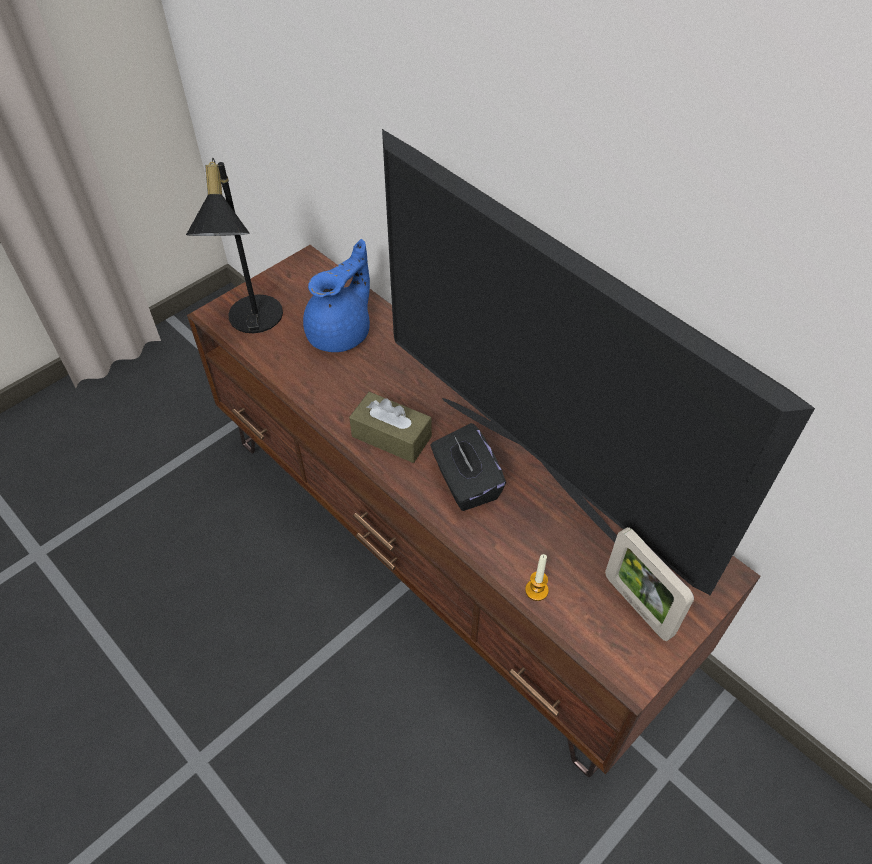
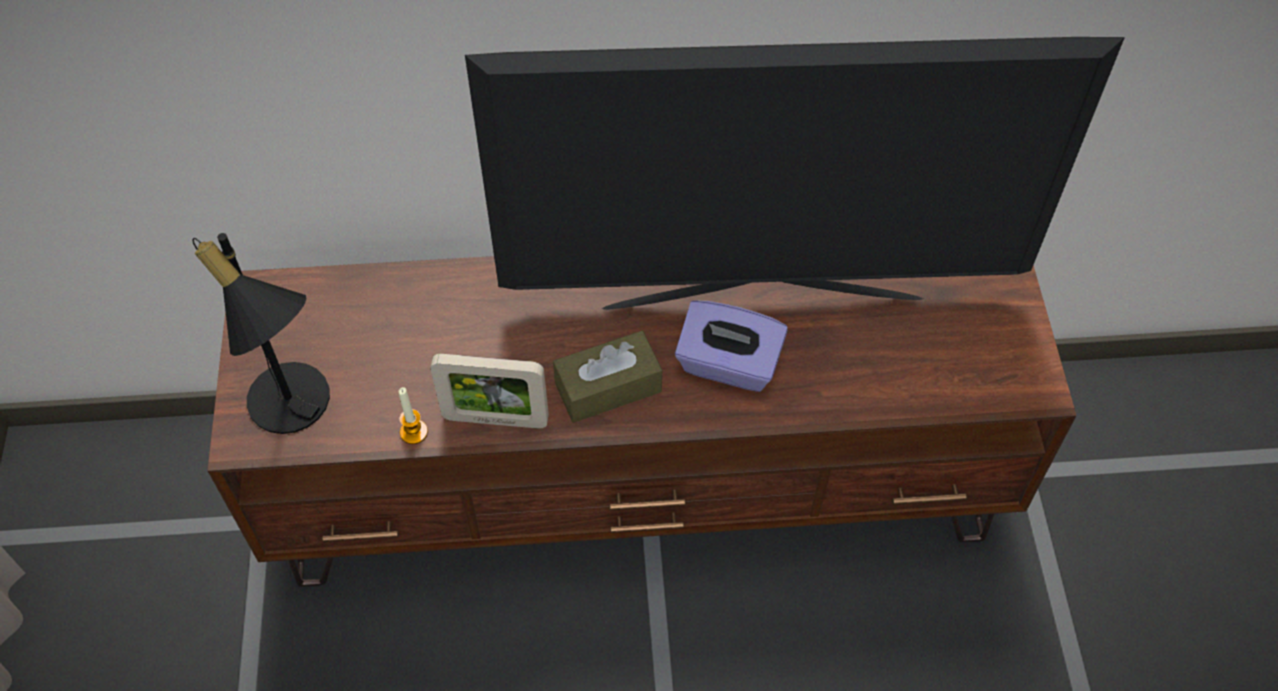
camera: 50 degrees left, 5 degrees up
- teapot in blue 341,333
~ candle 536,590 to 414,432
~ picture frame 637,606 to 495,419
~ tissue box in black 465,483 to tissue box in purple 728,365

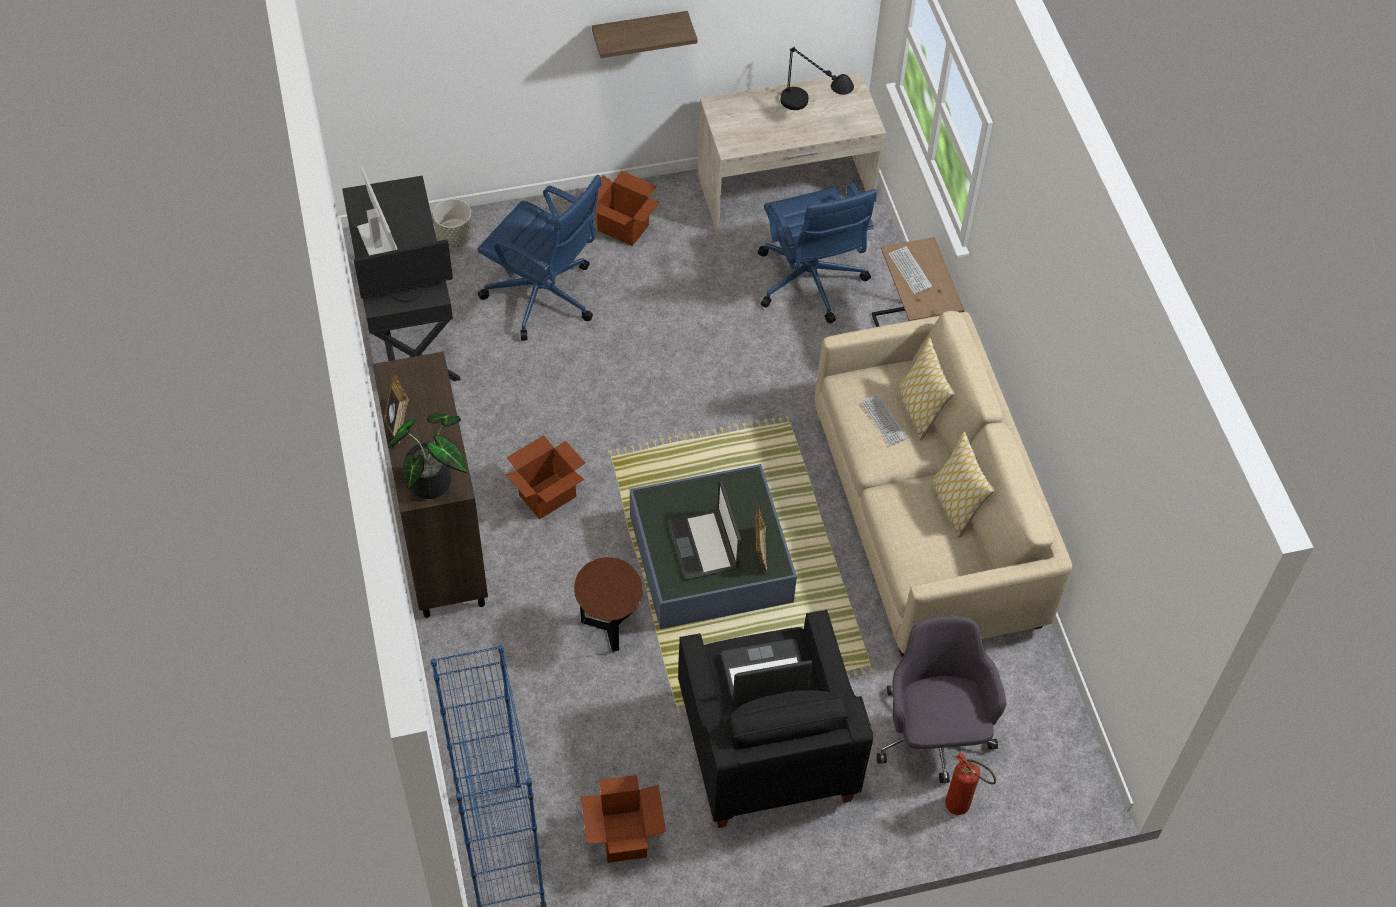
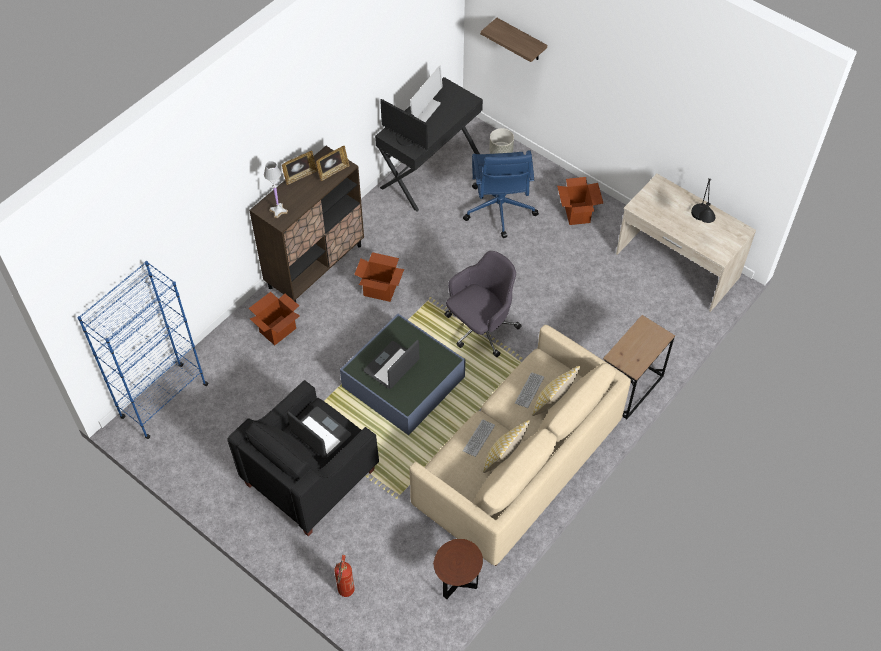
camera: 55 degrees right, 0 degrees up
- office chair in blue 810,283
~ side table in brown 609,628 to 457,584
~ cardboard box 623,836 to 278,330
~ shelf 639,32 to 521,40
~ picture frame 760,550 to 333,171
~ office chair in grey 933,735 to 480,328
~ keyboard 910,271 to 478,438
~ potted plant 435,480 to table lamp in white 278,210

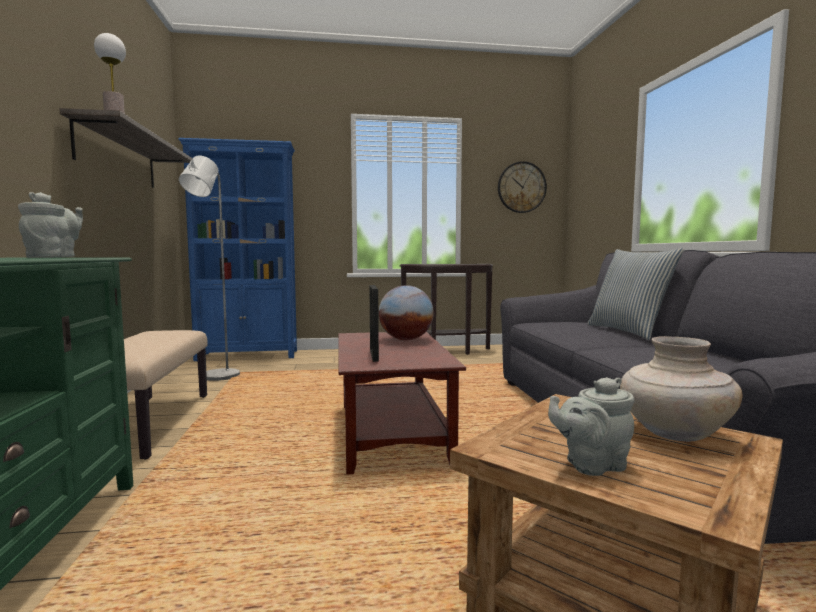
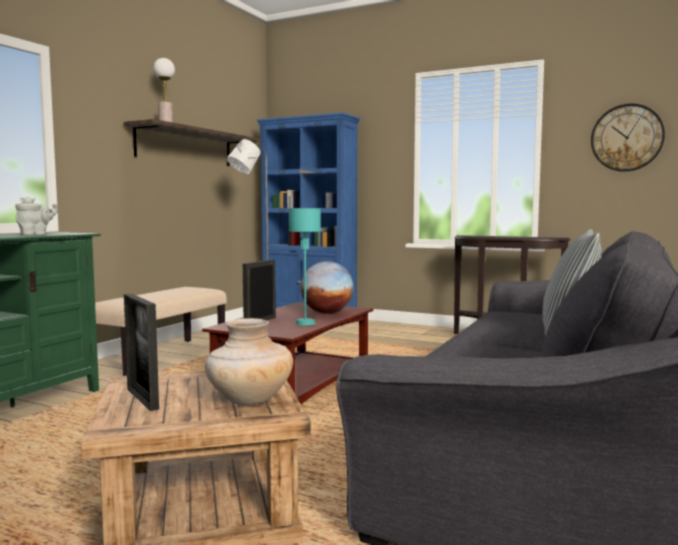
camera: 35 degrees right, 0 degrees up
+ table lamp in turquoise 305,323
~ teapot in grey 591,465 to picture frame 142,398

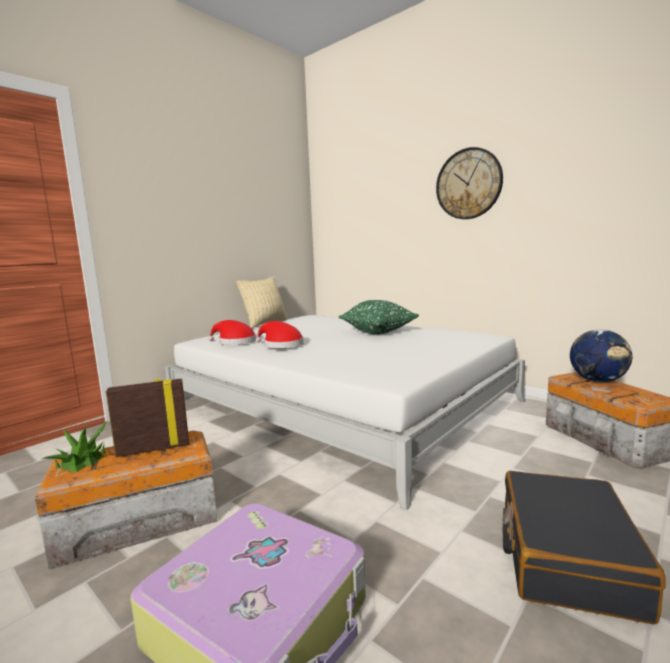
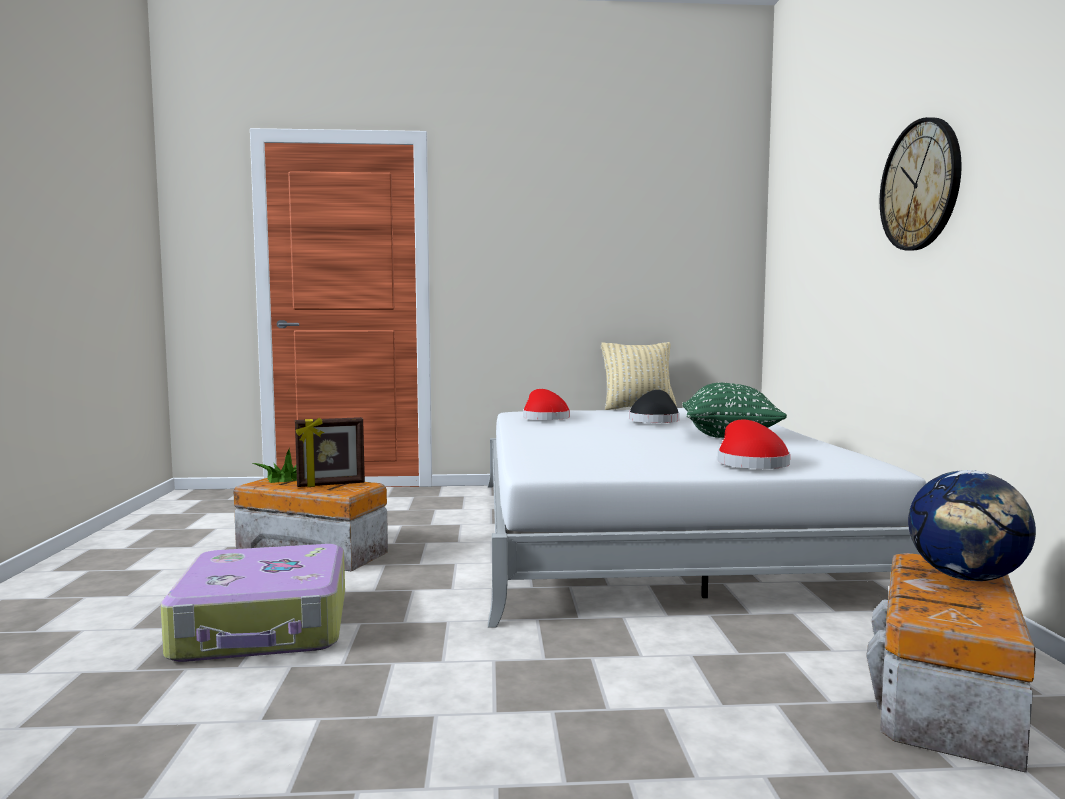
camera: 45 degrees right, 5 degrees down
- suitcase in black 565,556
+ hat in black 654,421
~ hat in red 281,345 to 749,463
~ picture frame 154,449 = 331,485 135 degrees clockwise

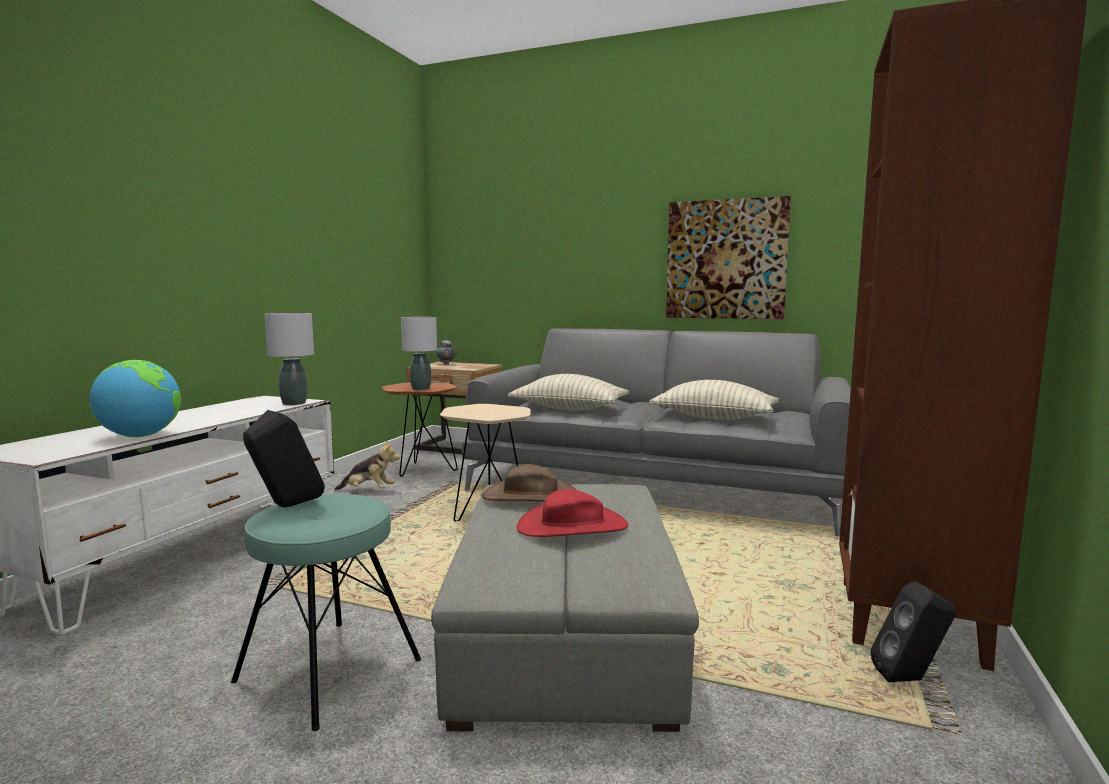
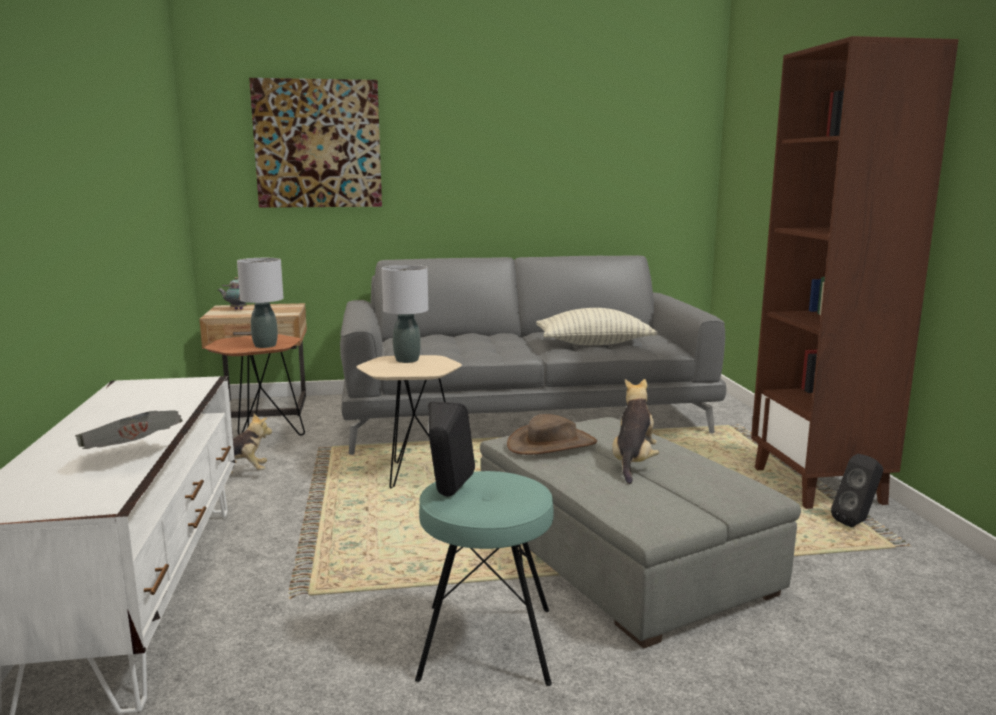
camera: 30 degrees left, 5 degrees up
- pillow 569,409
~ table lamp in grey 294,403 to 407,360
~ picture 725,259 to 318,144
~ globe 140,436 to newspaper 133,456
~ hat in red 572,526 to plush toy 633,463

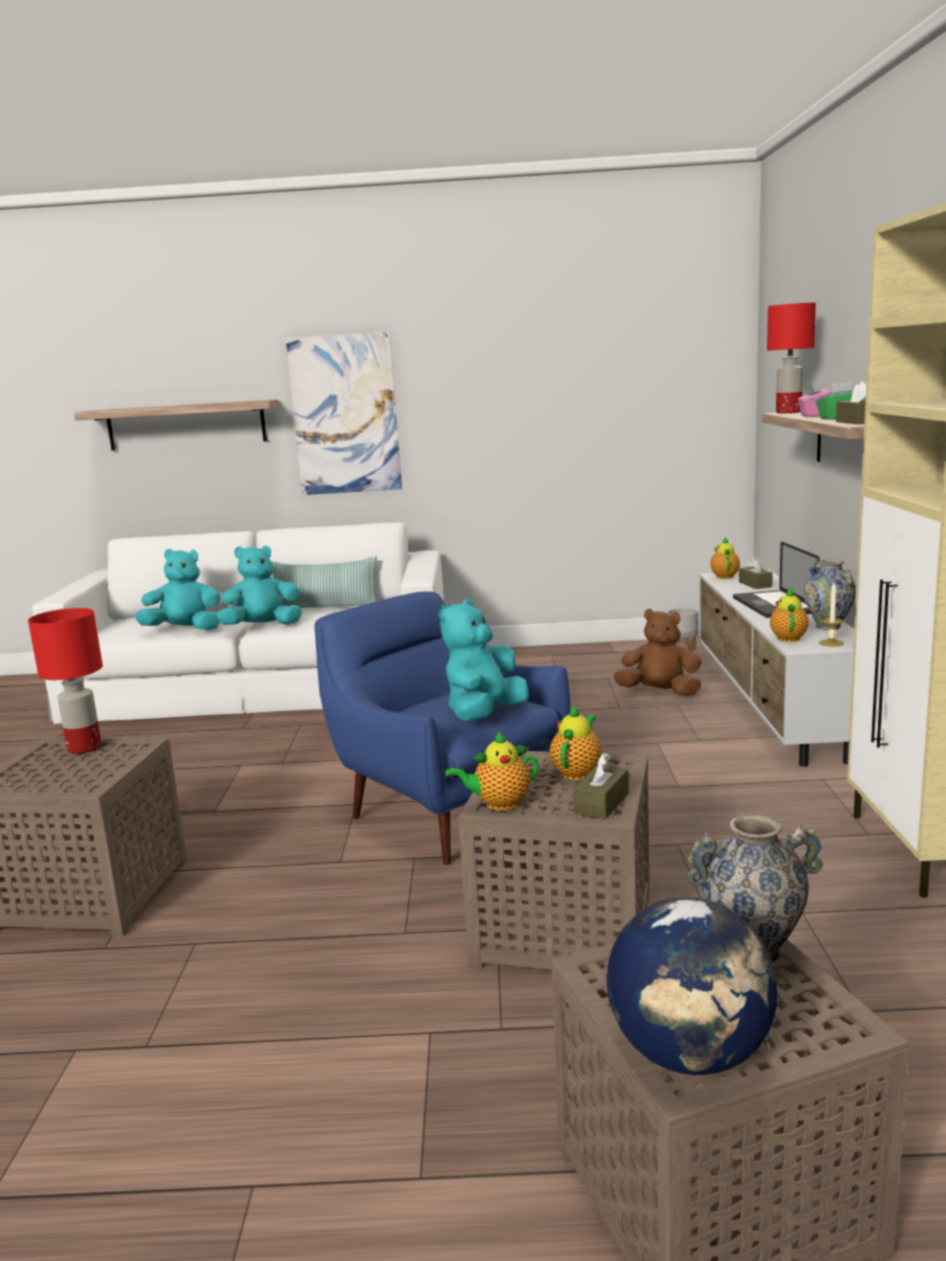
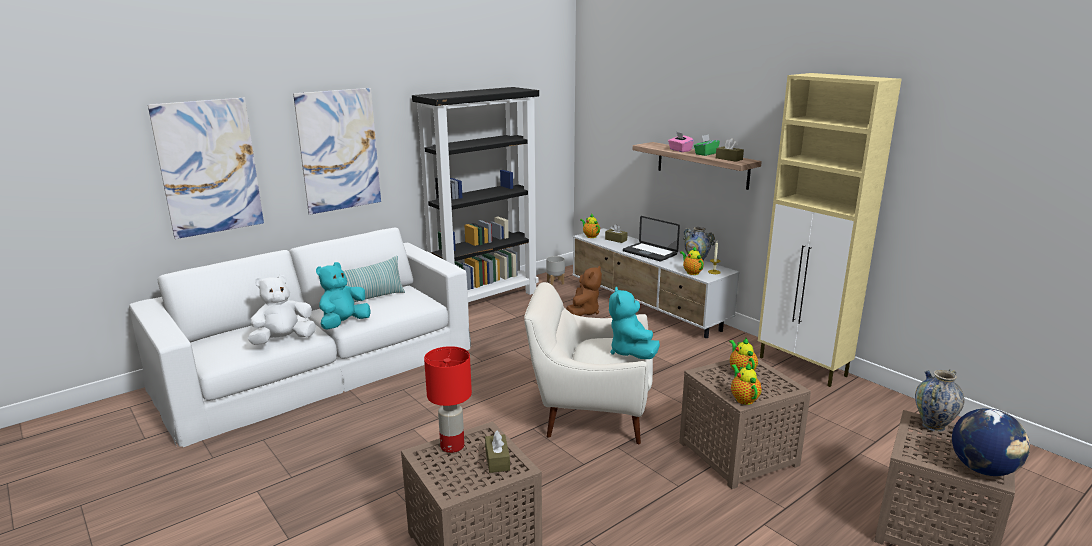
camera: 40 degrees left, 5 degrees up
- table lamp in red 789,412
+ bookcase in black 485,299
~ tissue box in brown 601,803 to 497,460
~ shelf 186,425 to picture 209,167
~ plush toy in turquoise 185,630 to plush toy in white 283,340
~ armchair in blue 448,810 to armchair in white 589,414
~ teapot 499,804 = 743,399 135 degrees clockwise
~ plush toy in brown 660,692 = 583,312 135 degrees clockwise

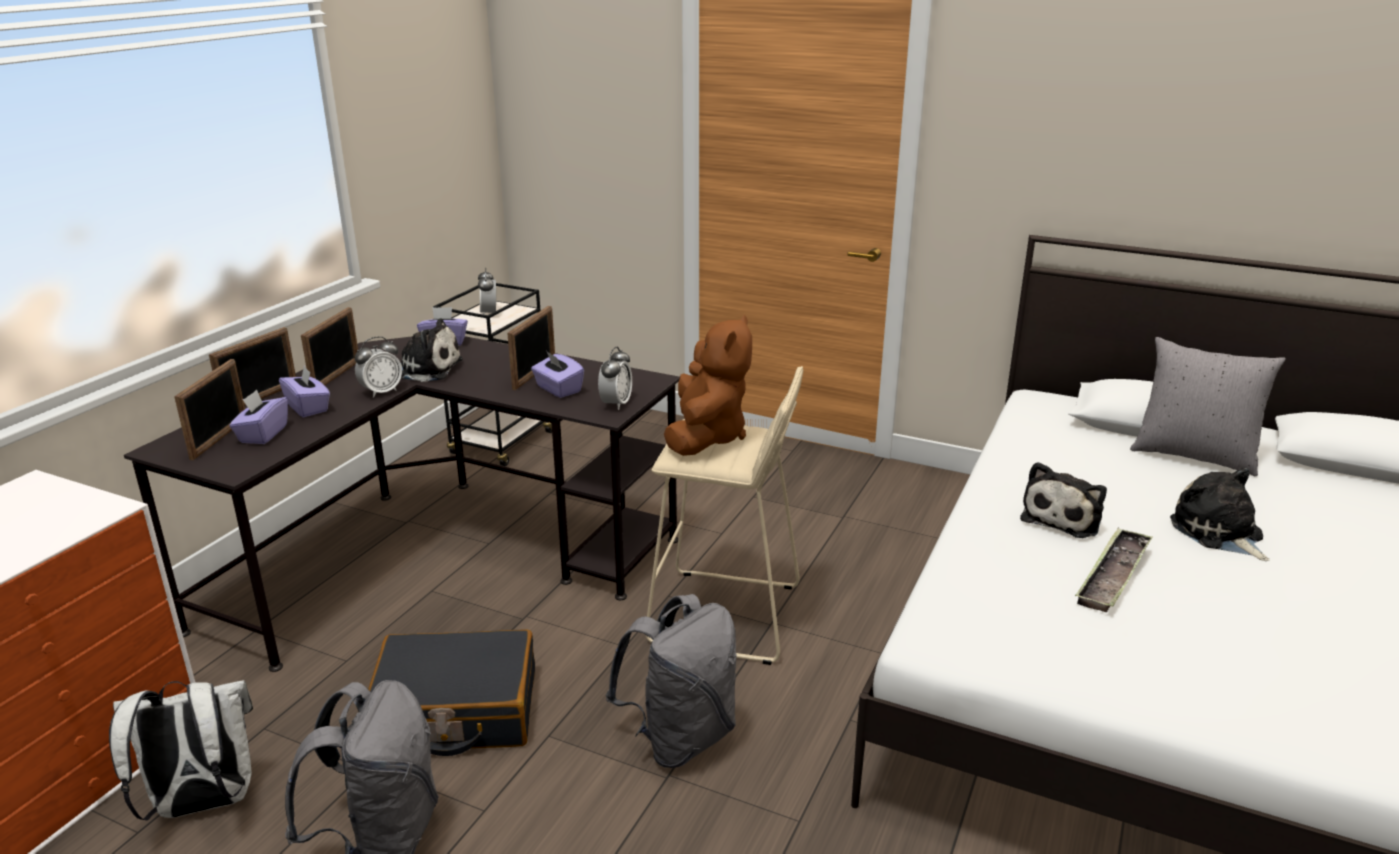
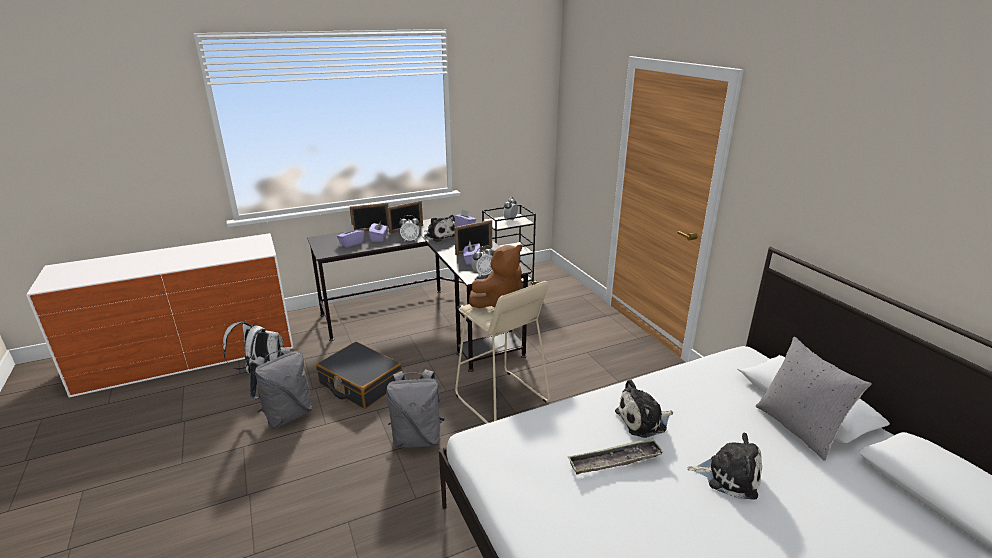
camera: 40 degrees right, 0 degrees up
- picture frame 220,438
~ plush toy 1218,533 = 728,476 90 degrees clockwise

